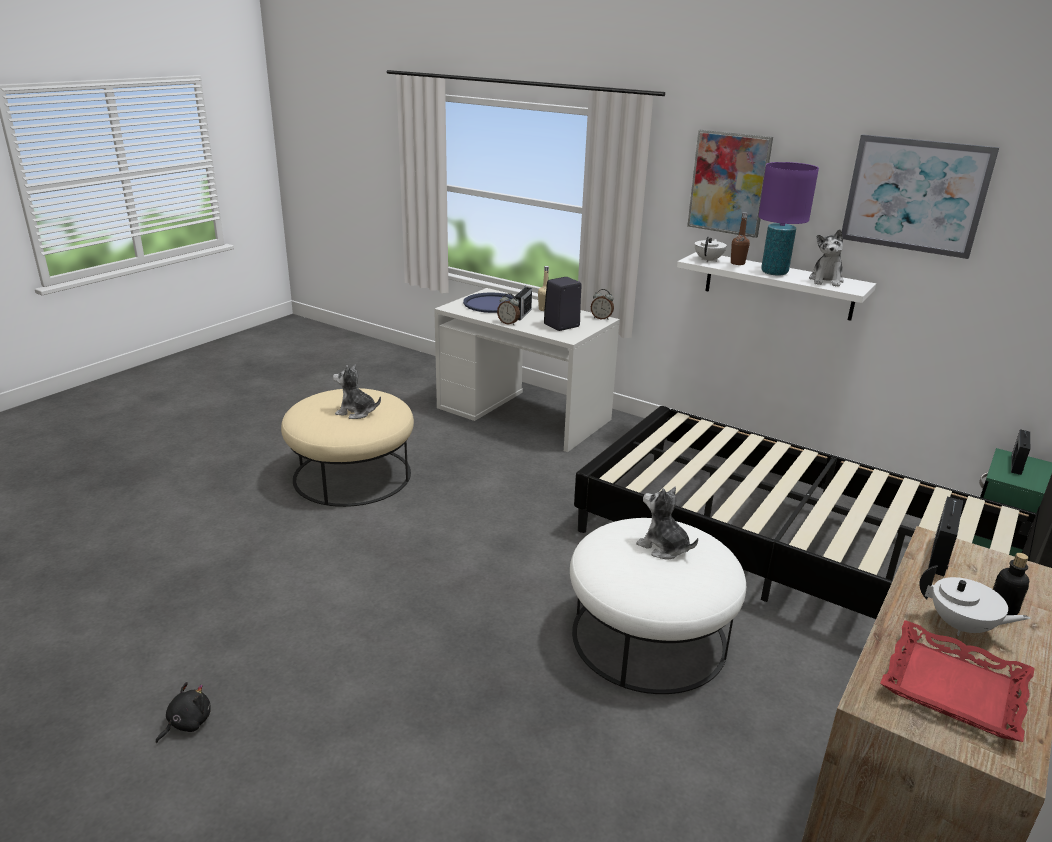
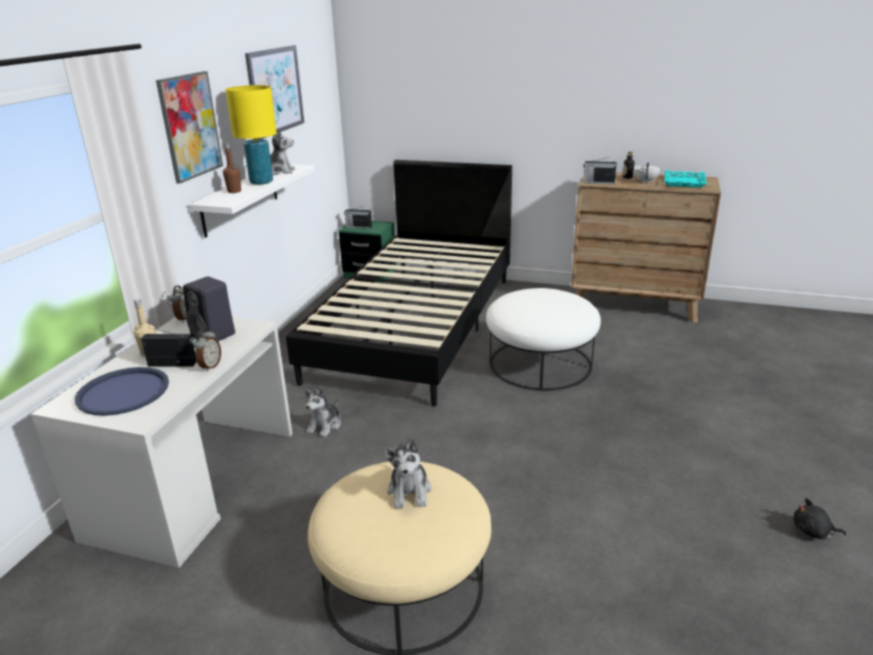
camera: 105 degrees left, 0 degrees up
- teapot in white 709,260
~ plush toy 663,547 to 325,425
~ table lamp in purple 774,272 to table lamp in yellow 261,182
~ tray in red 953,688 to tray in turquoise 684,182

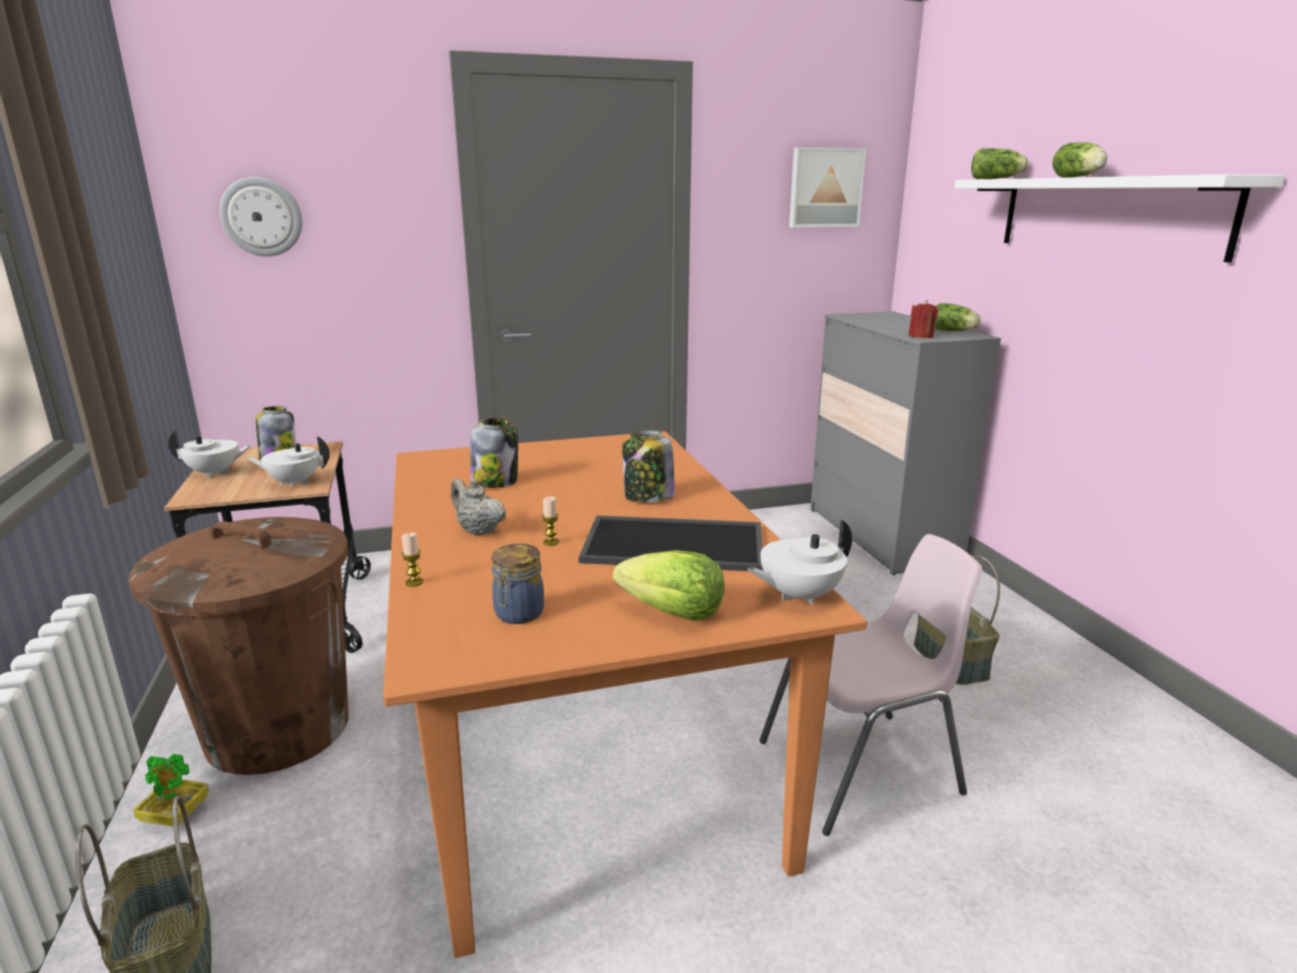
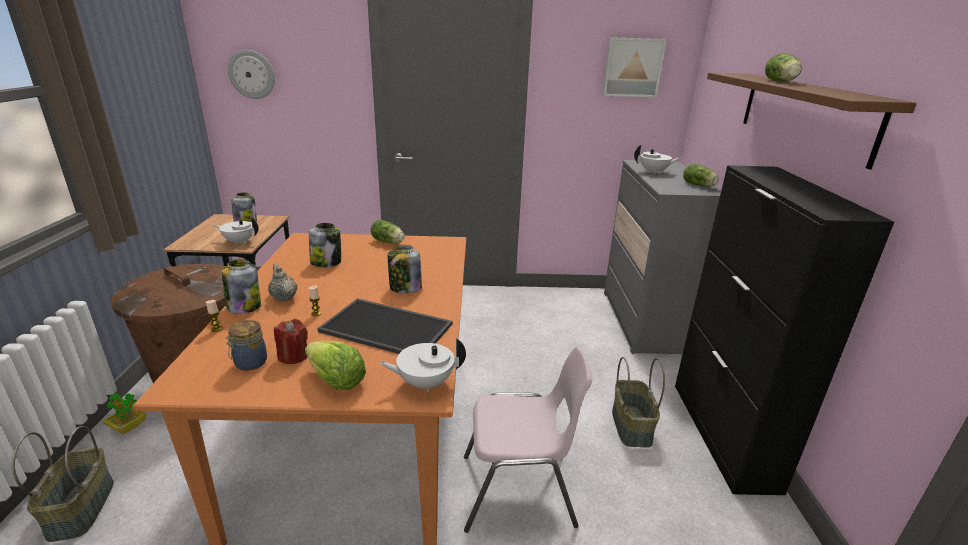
camera: 15 degrees right, 5 degrees up
+ jar 244,306
+ cabinet in black 723,434
~ teapot in white 215,473 to 653,172
~ candle in red 921,336 to 293,356
~ lettuce 997,179 to 389,242
~ shelf in white 1107,215 to shelf in brown 803,113

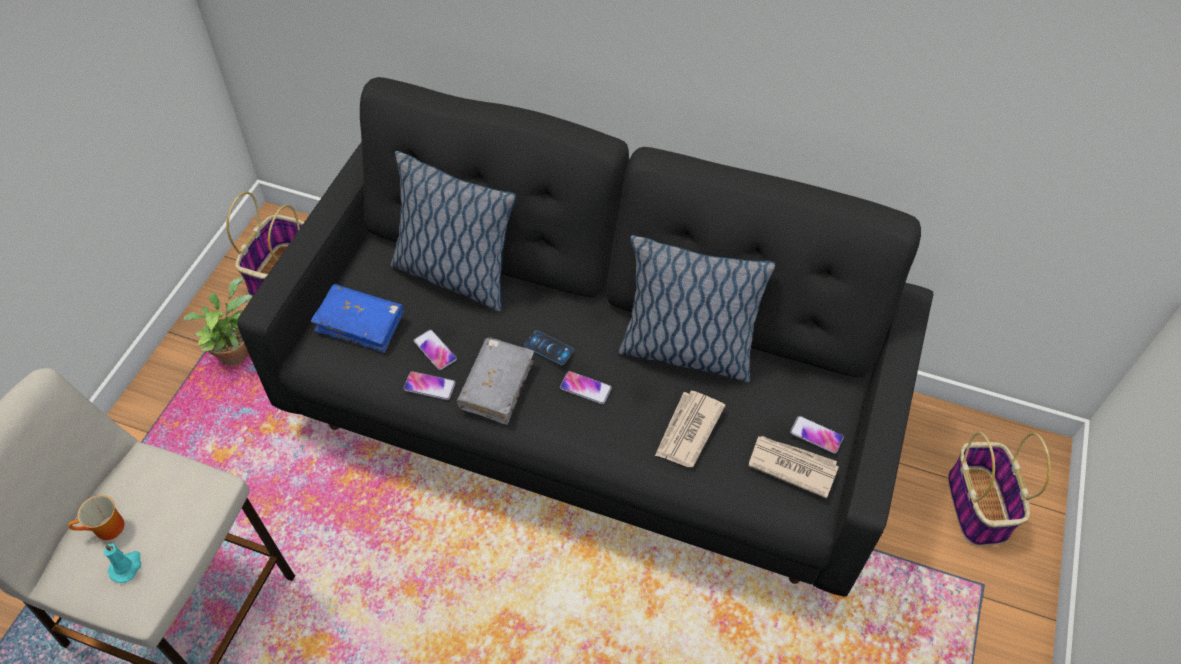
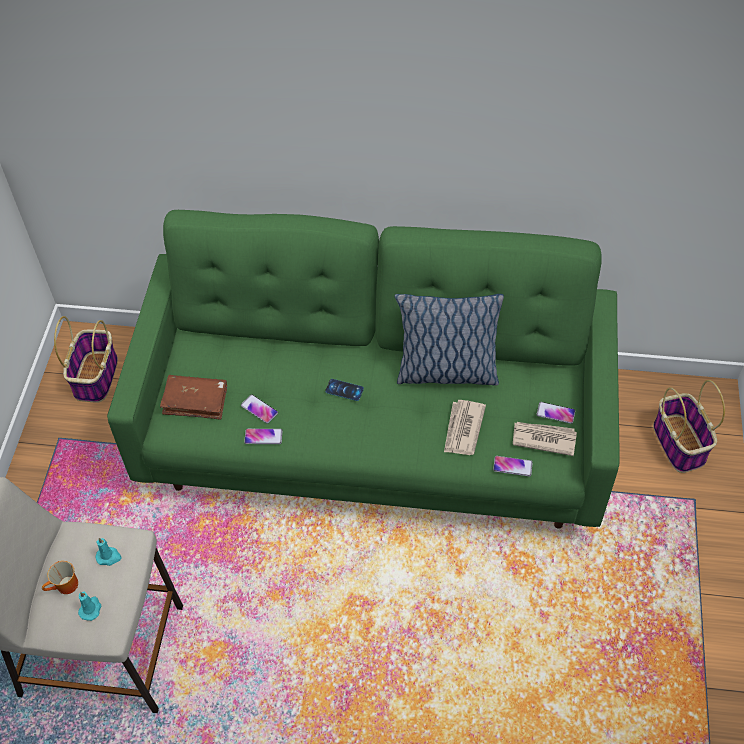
camera: 10 degrees left, 0 degrees up
- potted plant 234,351
- pillow 453,275
- book in grey 496,386
+ candle in turquoise 109,557
~ phone 585,388 to 512,466
~ sofa in black 589,415 to sofa in green 374,437
~ book in blue 360,324 to book in brown 196,401

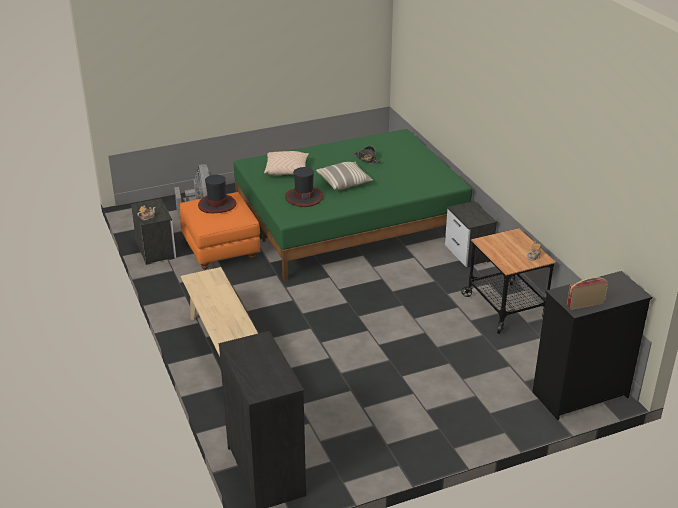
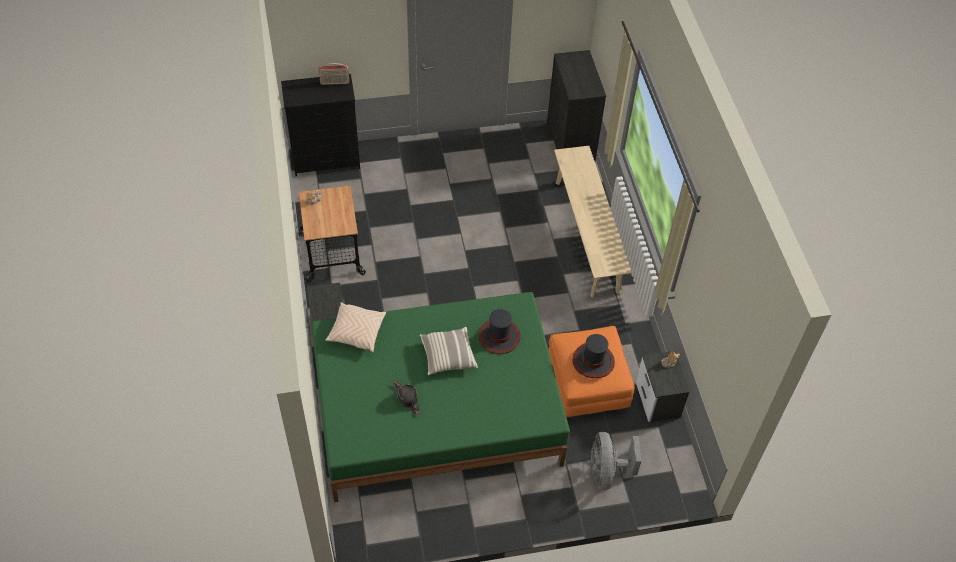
camera: 170 degrees left, 20 degrees up
~ pillow in beige 286,170 to 356,332

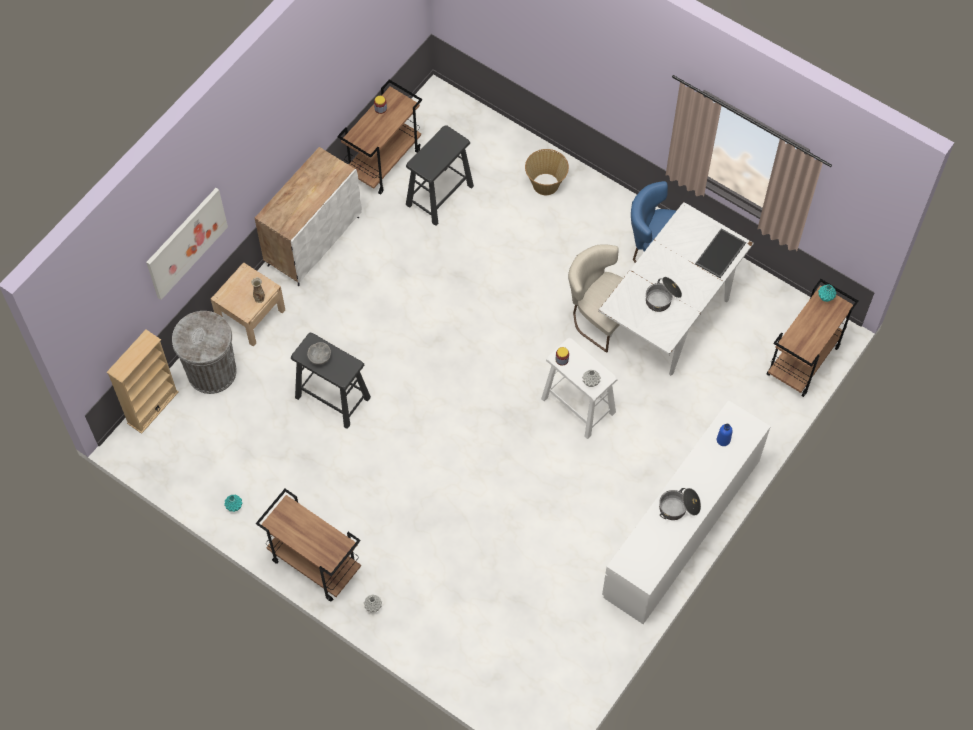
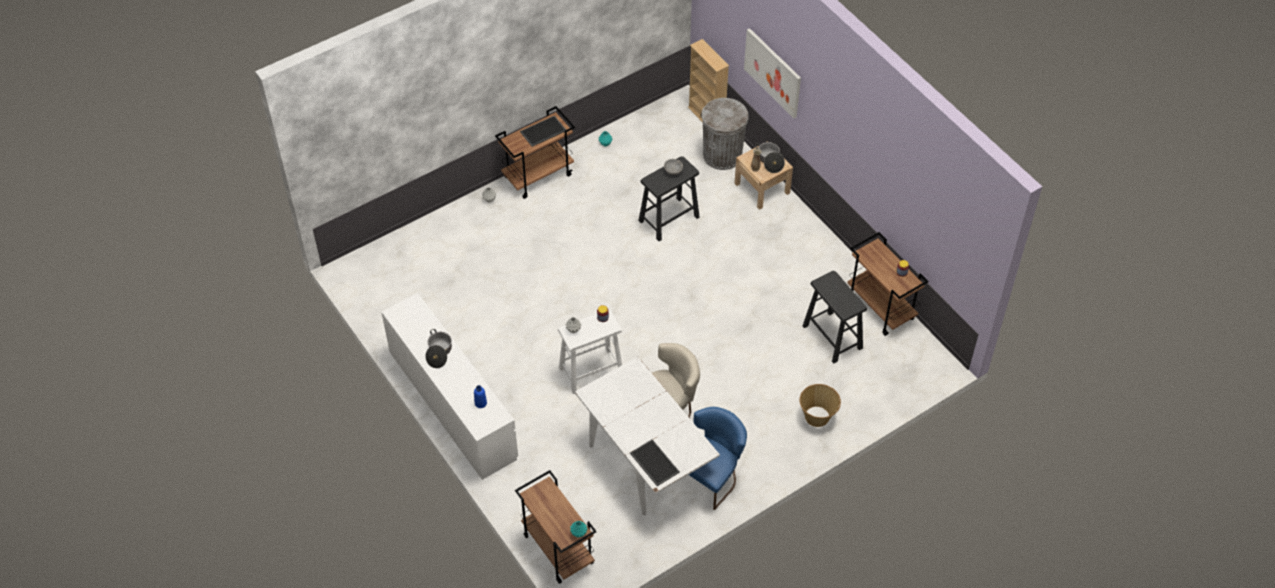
camera: 110 degrees right, 10 degrees down
- cabinet in white 313,240
+ tray 543,132
~ cooking pot 662,298 to 770,161

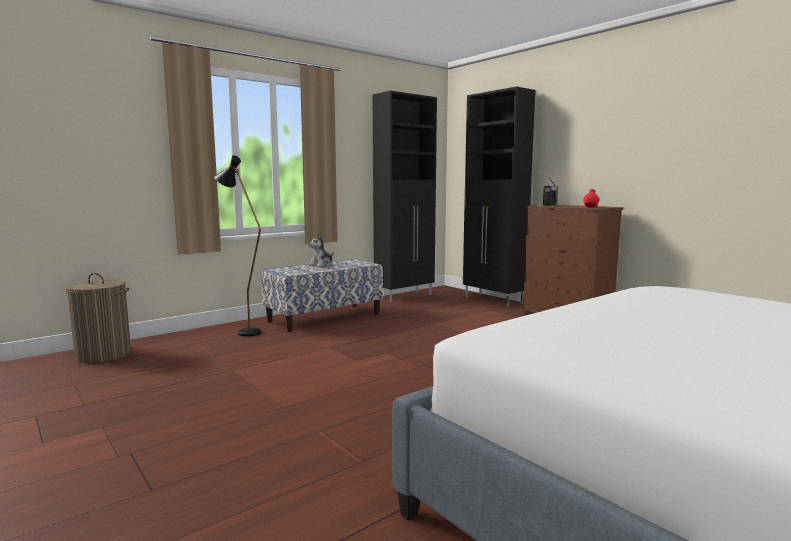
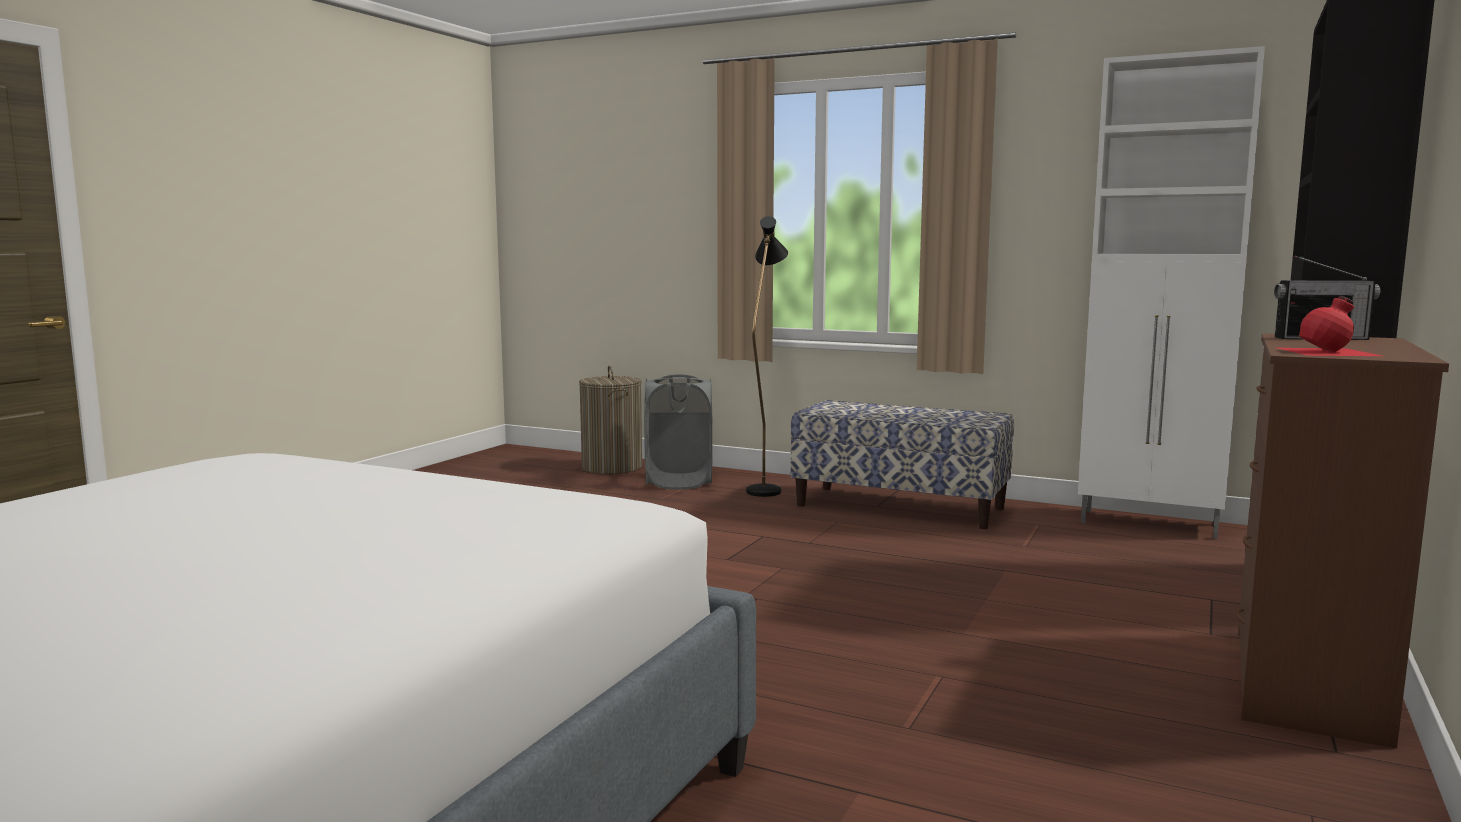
camera: 65 degrees right, 0 degrees up
- plush toy 321,265
+ laundry basket in grey 679,482
~ cabinet in black 405,296 to cabinet in white 1151,524

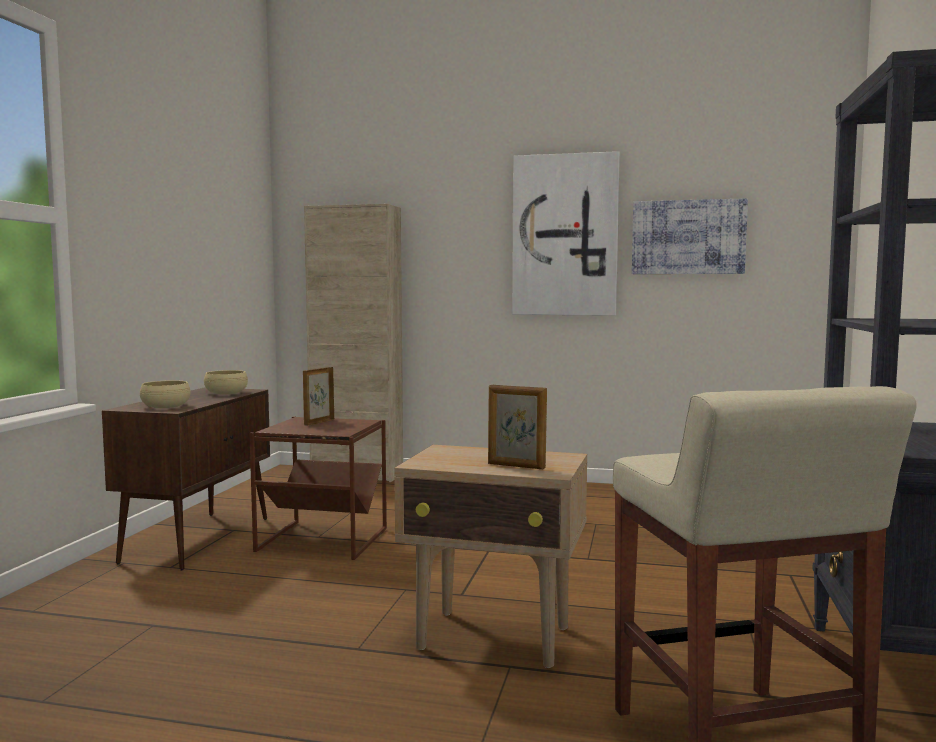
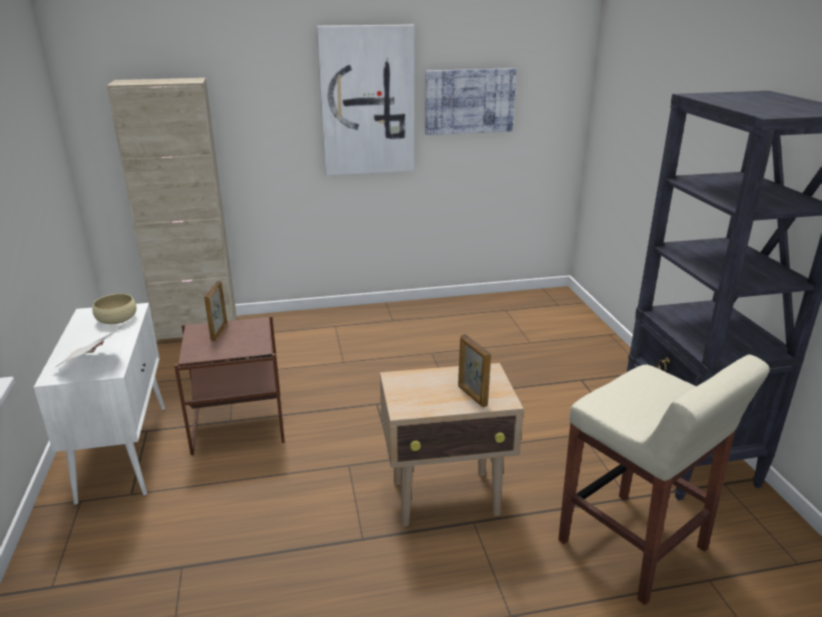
camera: 25 degrees left, 20 degrees up
~ bowl in beige 165,406 to newspaper 92,364
~ cabinet in brown 199,539 to cabinet in white 124,451
~ picture frame 516,466 = 472,396 60 degrees clockwise

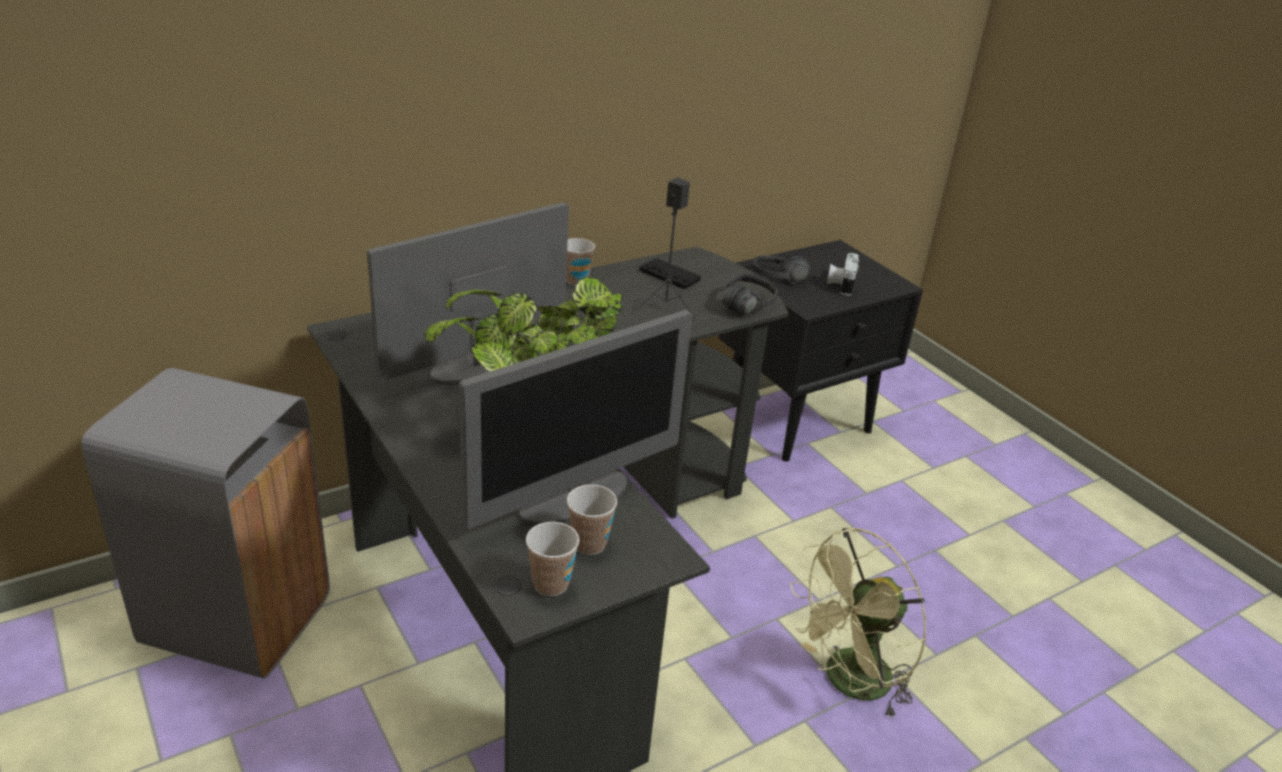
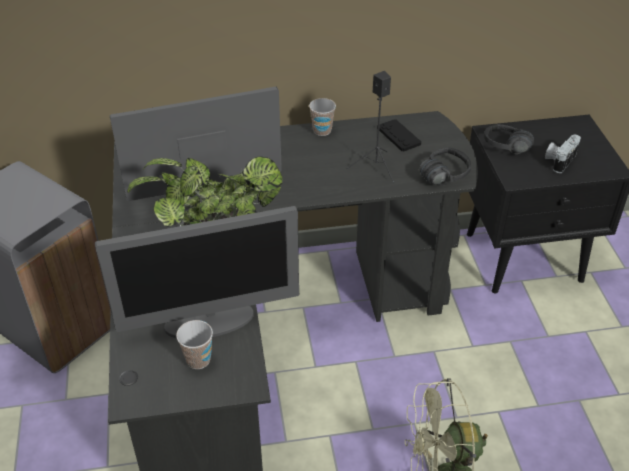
camera: 25 degrees right, 10 degrees up
- cup 551,584

